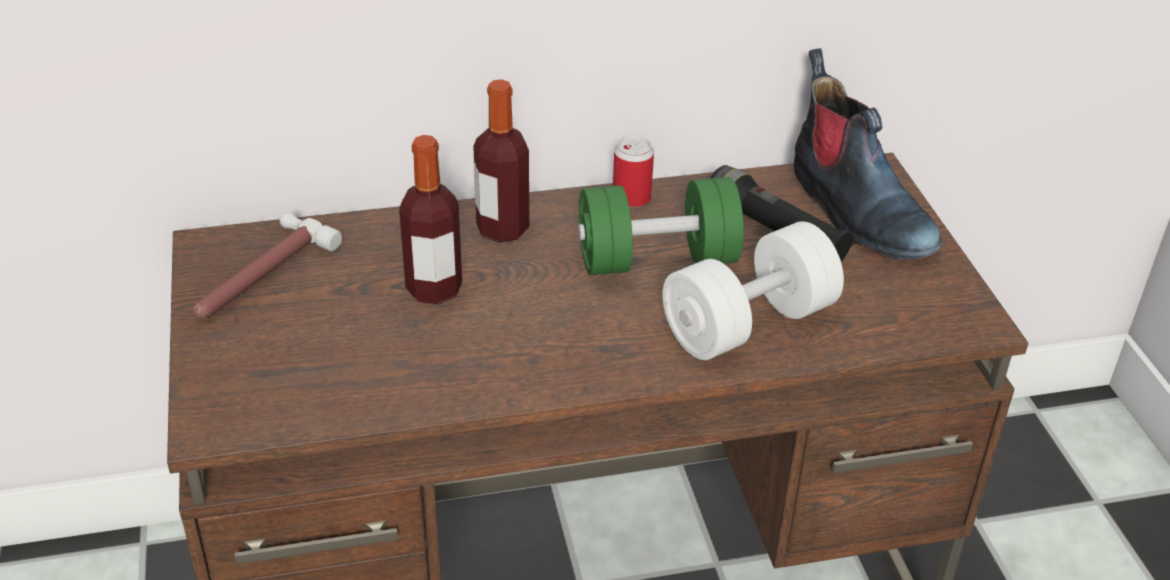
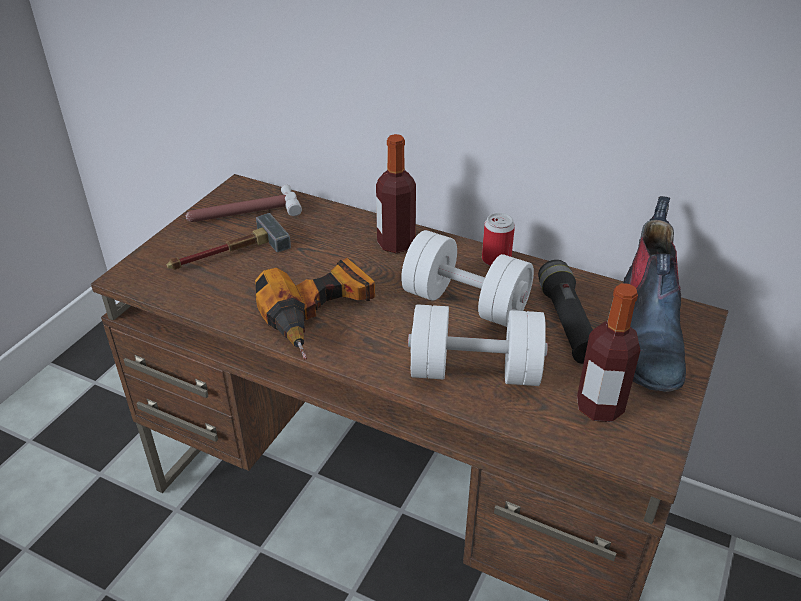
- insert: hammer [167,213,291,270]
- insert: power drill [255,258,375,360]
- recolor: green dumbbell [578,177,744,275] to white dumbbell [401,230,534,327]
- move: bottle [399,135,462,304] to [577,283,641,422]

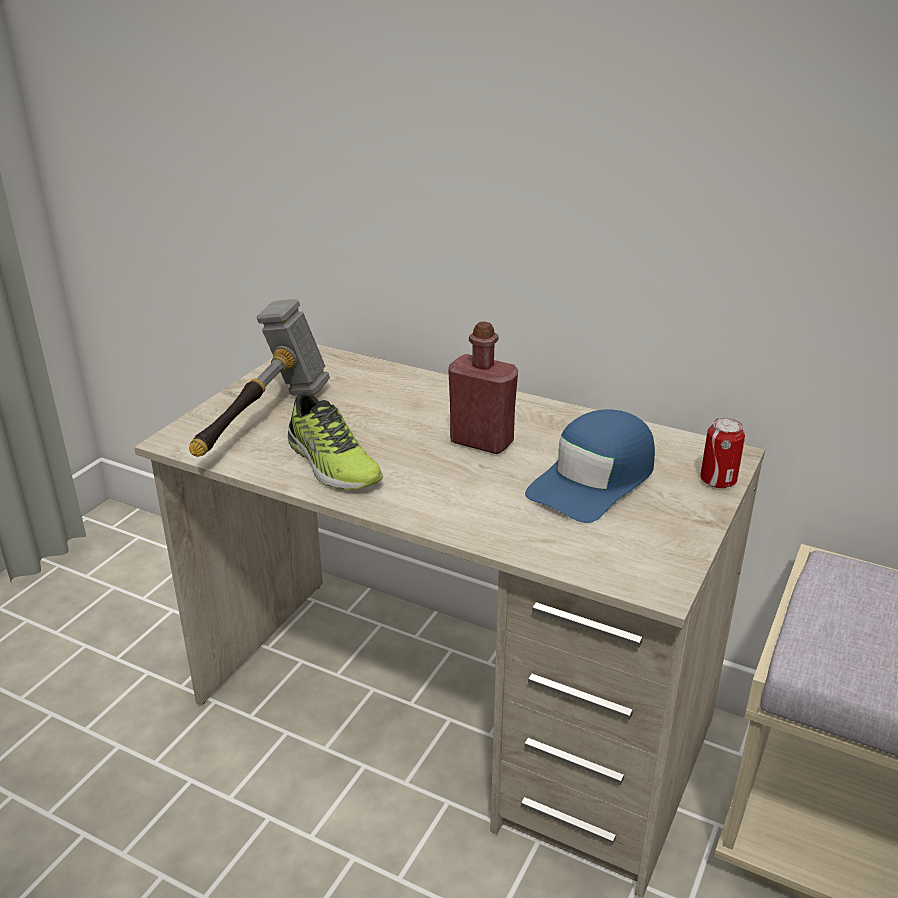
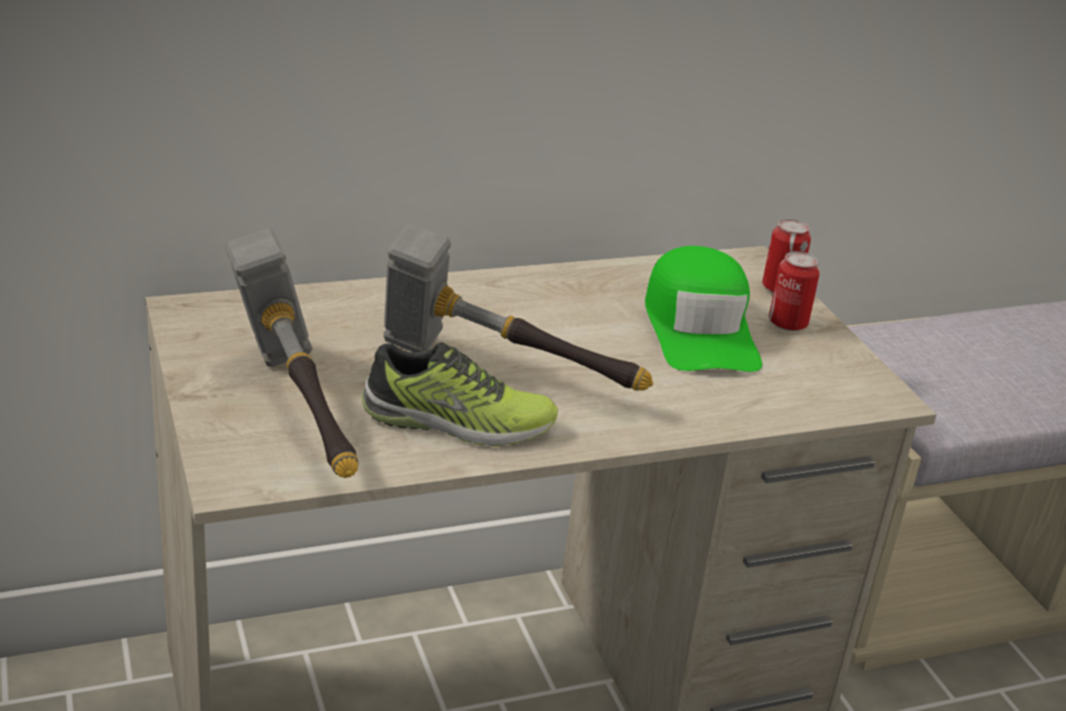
- insert: hammer [384,224,653,391]
- recolor: blue cap [525,409,655,523] to green cap [645,246,762,372]
- insert: can [769,251,820,331]
- delete: red bottle [448,322,518,454]

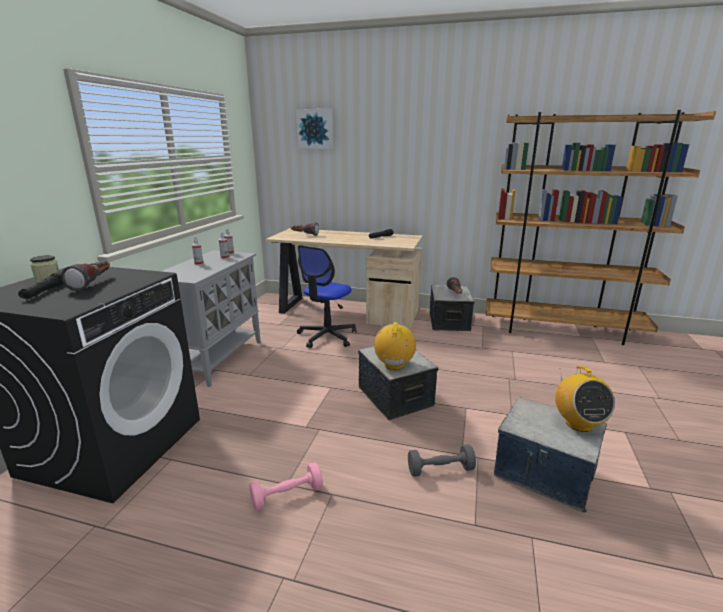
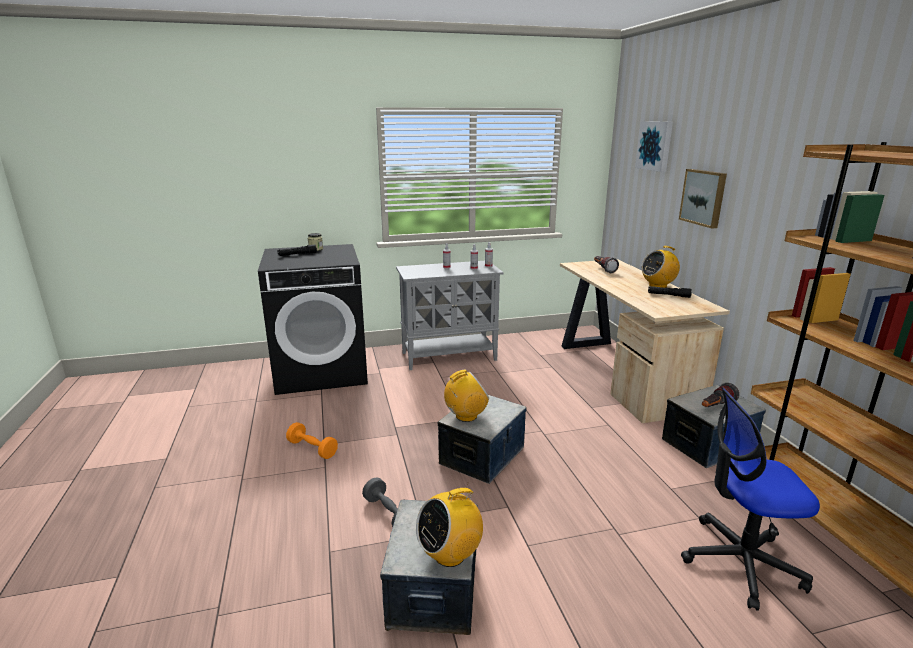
- recolor: pink dumbbell [249,462,323,511] to orange dumbbell [286,422,338,459]
- insert: radio [641,246,680,288]
- insert: picture [679,169,727,229]
- move: office chair [297,245,356,348] to [681,388,820,611]
- delete: flashlight [61,261,110,291]

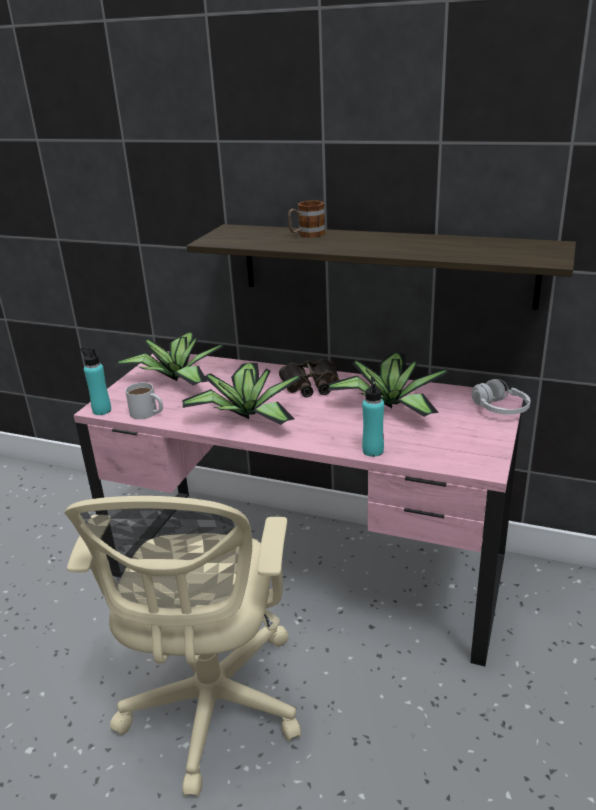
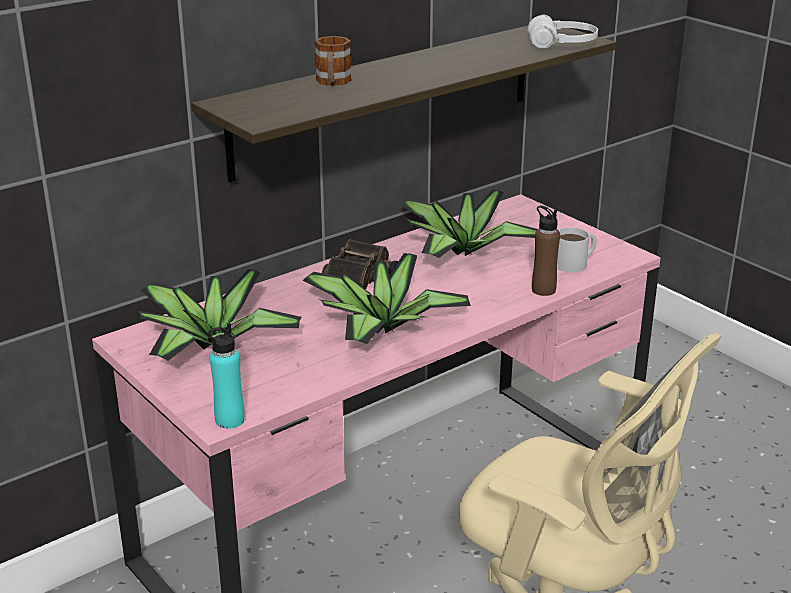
- move: white headphones [471,379,530,415] to [528,15,598,49]
- recolor: turquoise bottle [362,377,384,457] to brown bottle [532,205,560,296]
- move: white mug [125,383,163,419] to [557,227,597,272]

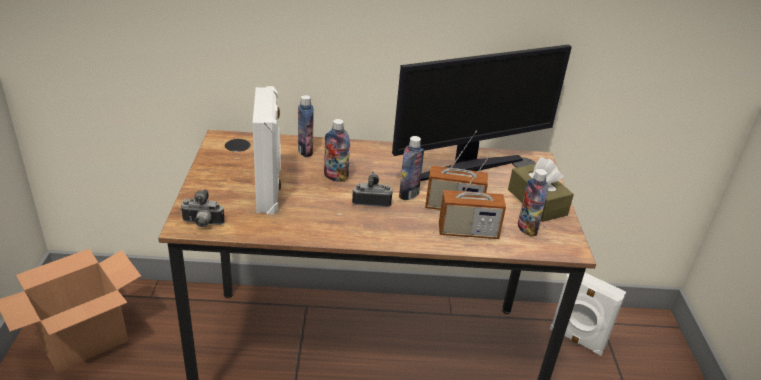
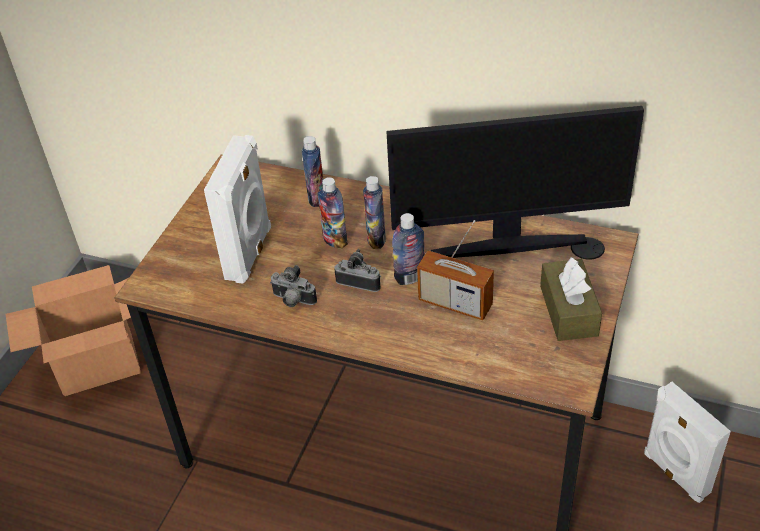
- move: photo camera [180,189,225,227] to [270,265,317,307]
- move: bottle [518,169,548,237] to [363,176,386,249]
- delete: radio [439,152,506,239]

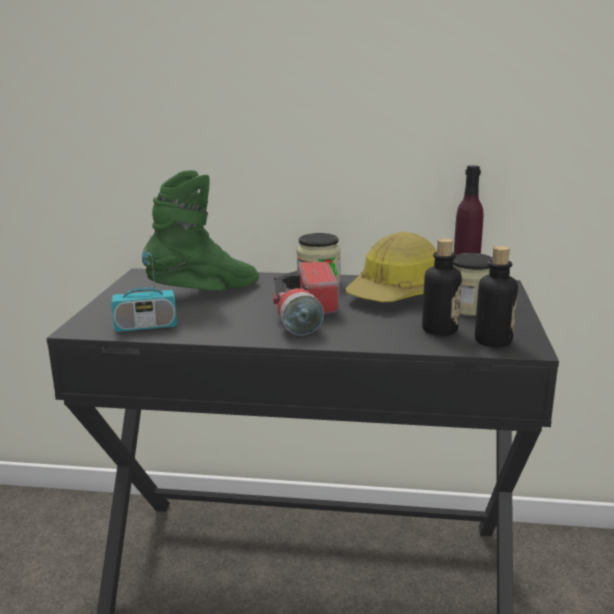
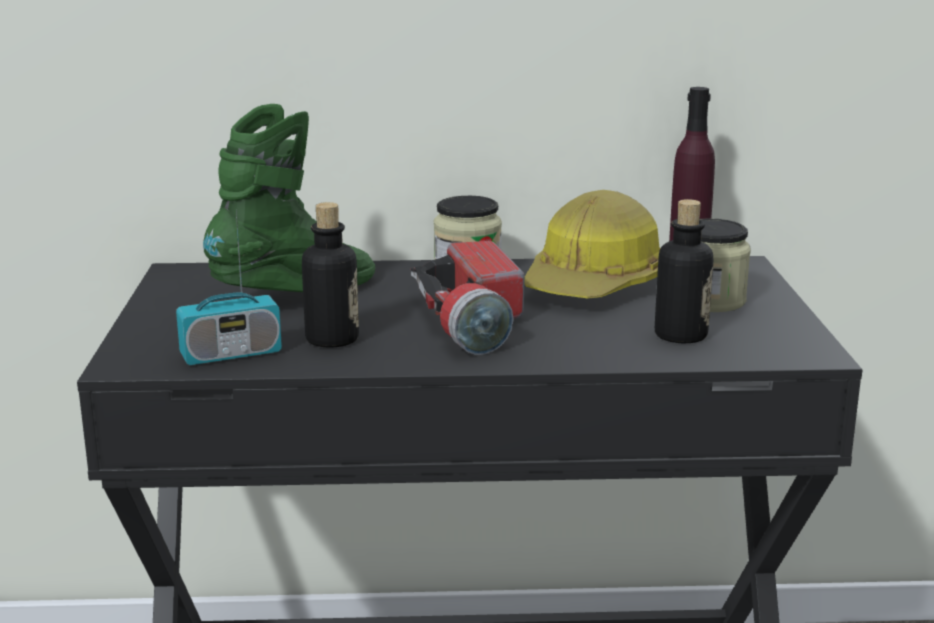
- move: bottle [475,246,518,347] to [302,202,359,348]

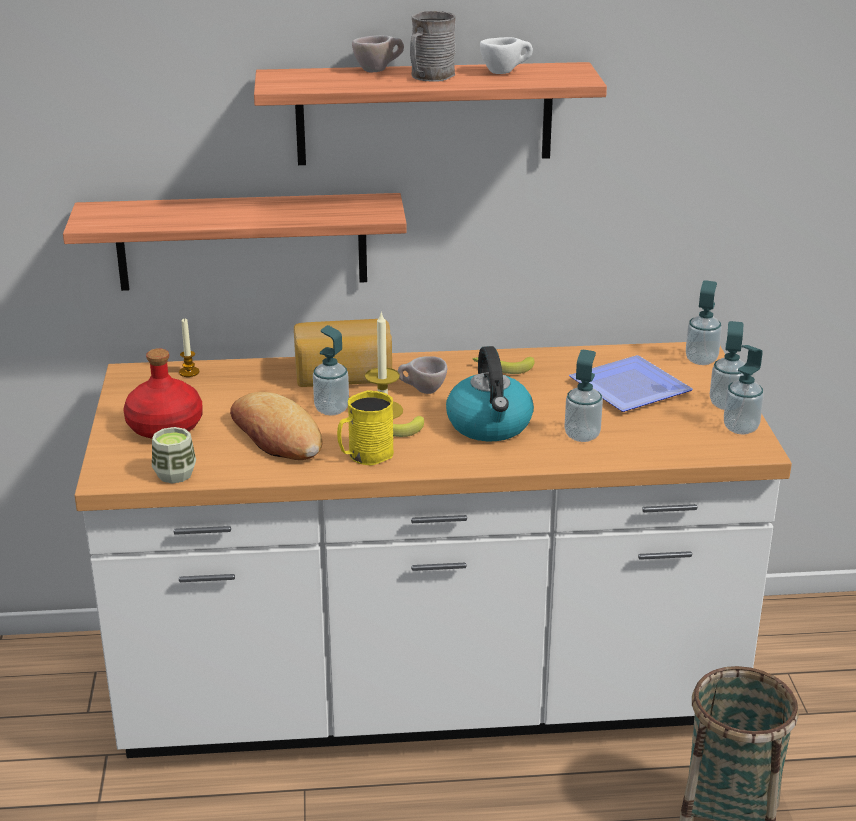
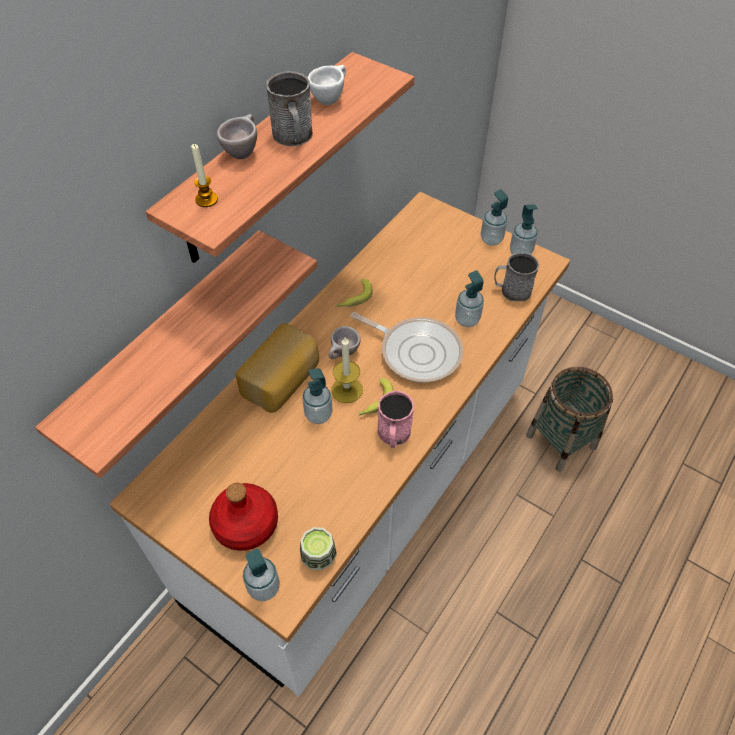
- move: candle [179,318,199,377] to [191,144,218,207]
- move: soap dispenser [686,280,722,365] to [243,548,280,601]
- replace: kettle [446,346,534,441] to frying pan [351,312,463,383]
- recolor: yellow mug [337,390,394,465] to pink mug [378,391,414,448]
- insert: grey mug [494,253,539,301]
- delete: bread [230,392,323,460]
- delete: plate [569,355,693,412]

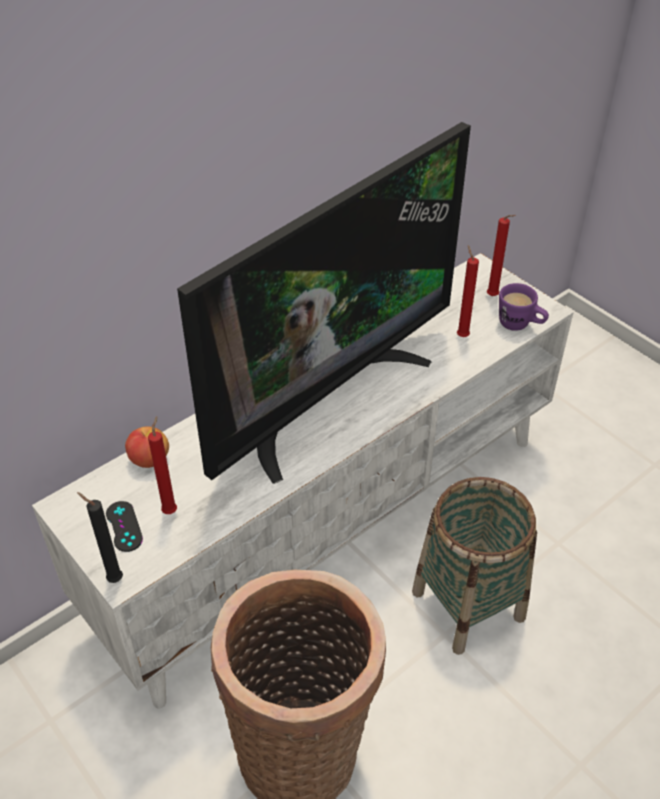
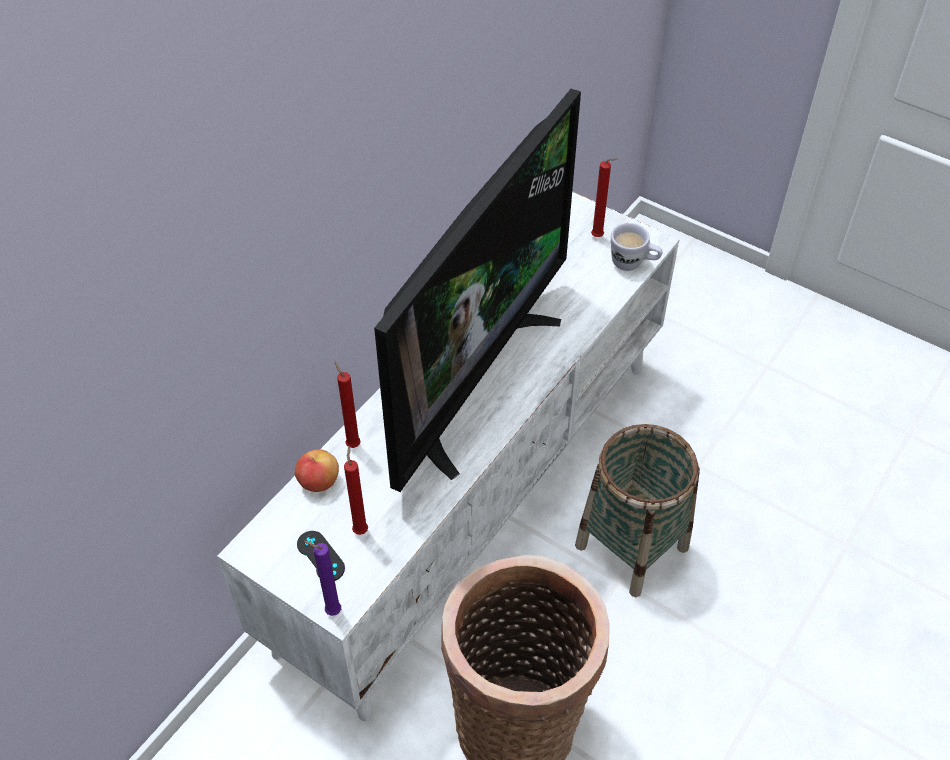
- recolor: black candle [77,492,123,583] to purple candle [304,541,341,616]
- move: red candle [457,245,479,337] to [334,361,361,448]
- recolor: purple mug [499,283,549,331] to white mug [611,223,663,271]

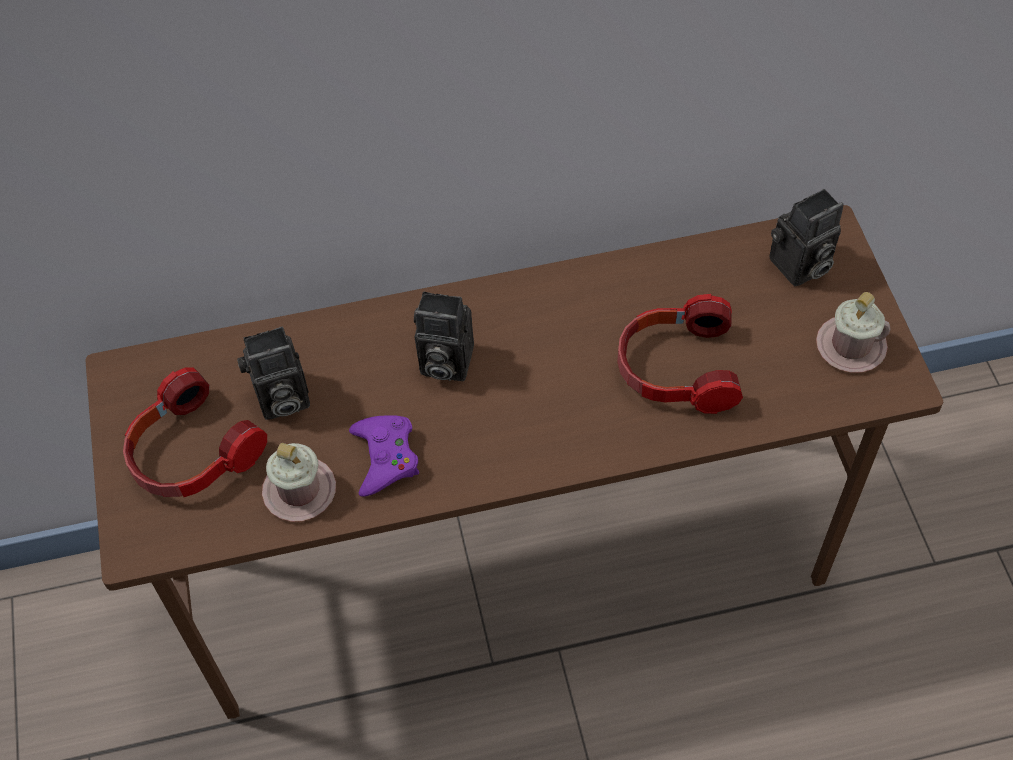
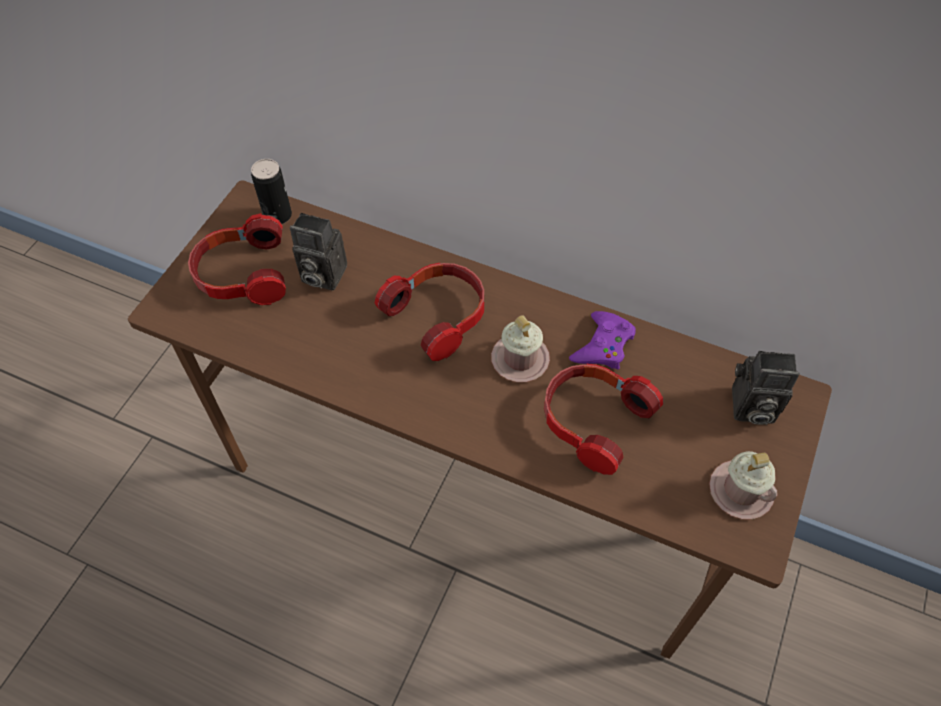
- insert: can [251,159,292,224]
- replace: photo camera [414,292,474,381] to headphones [374,263,484,361]
- move: pink mug [262,443,336,522] to [491,315,550,382]
- move: purple game controller [349,415,419,497] to [569,311,636,370]

